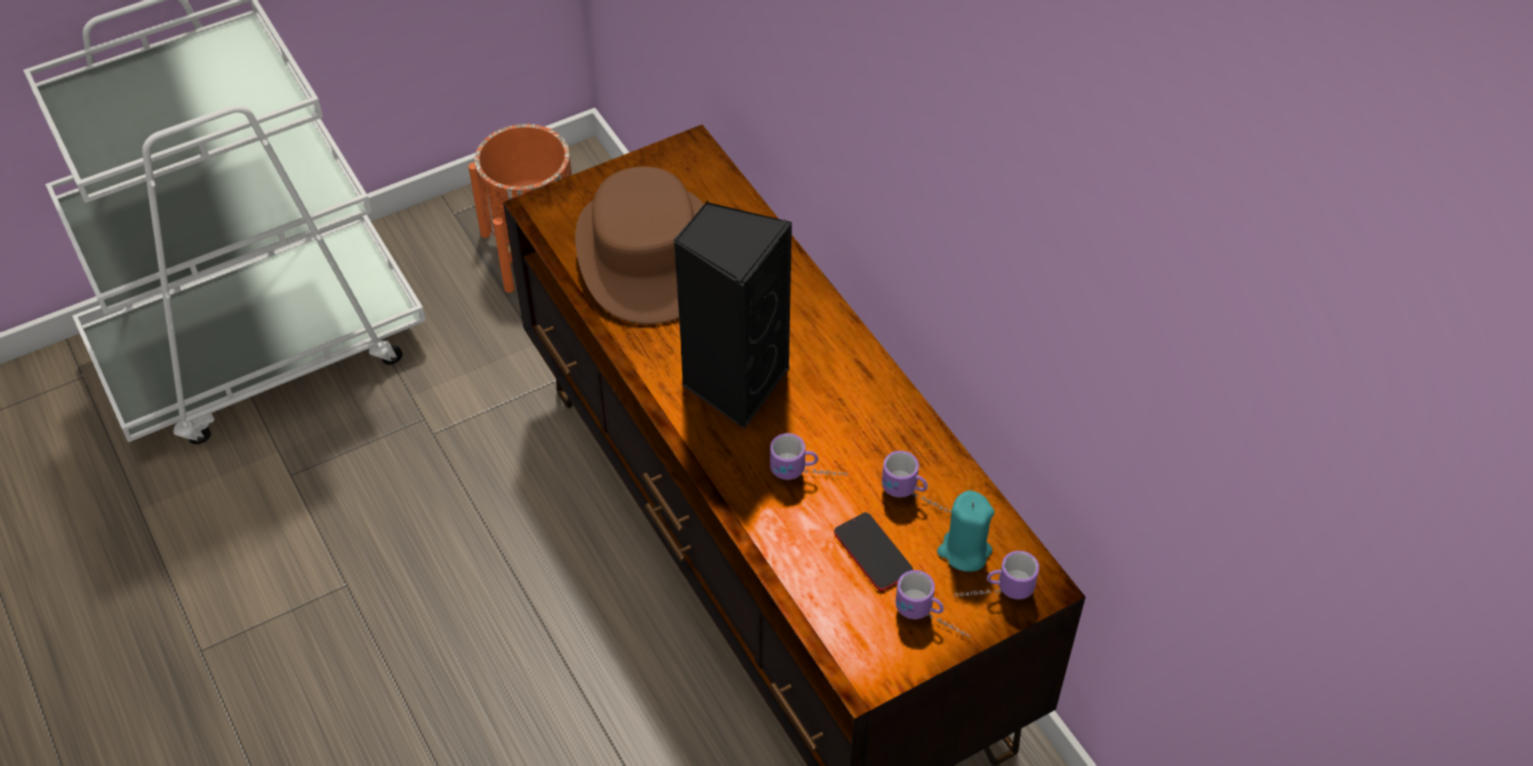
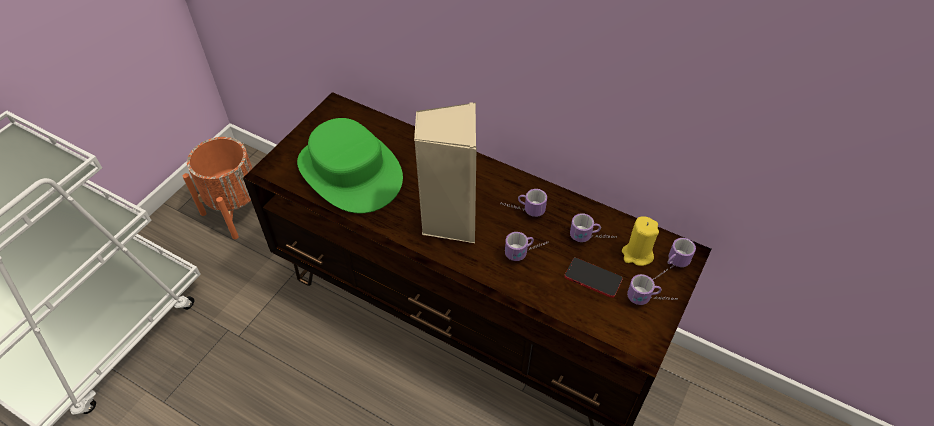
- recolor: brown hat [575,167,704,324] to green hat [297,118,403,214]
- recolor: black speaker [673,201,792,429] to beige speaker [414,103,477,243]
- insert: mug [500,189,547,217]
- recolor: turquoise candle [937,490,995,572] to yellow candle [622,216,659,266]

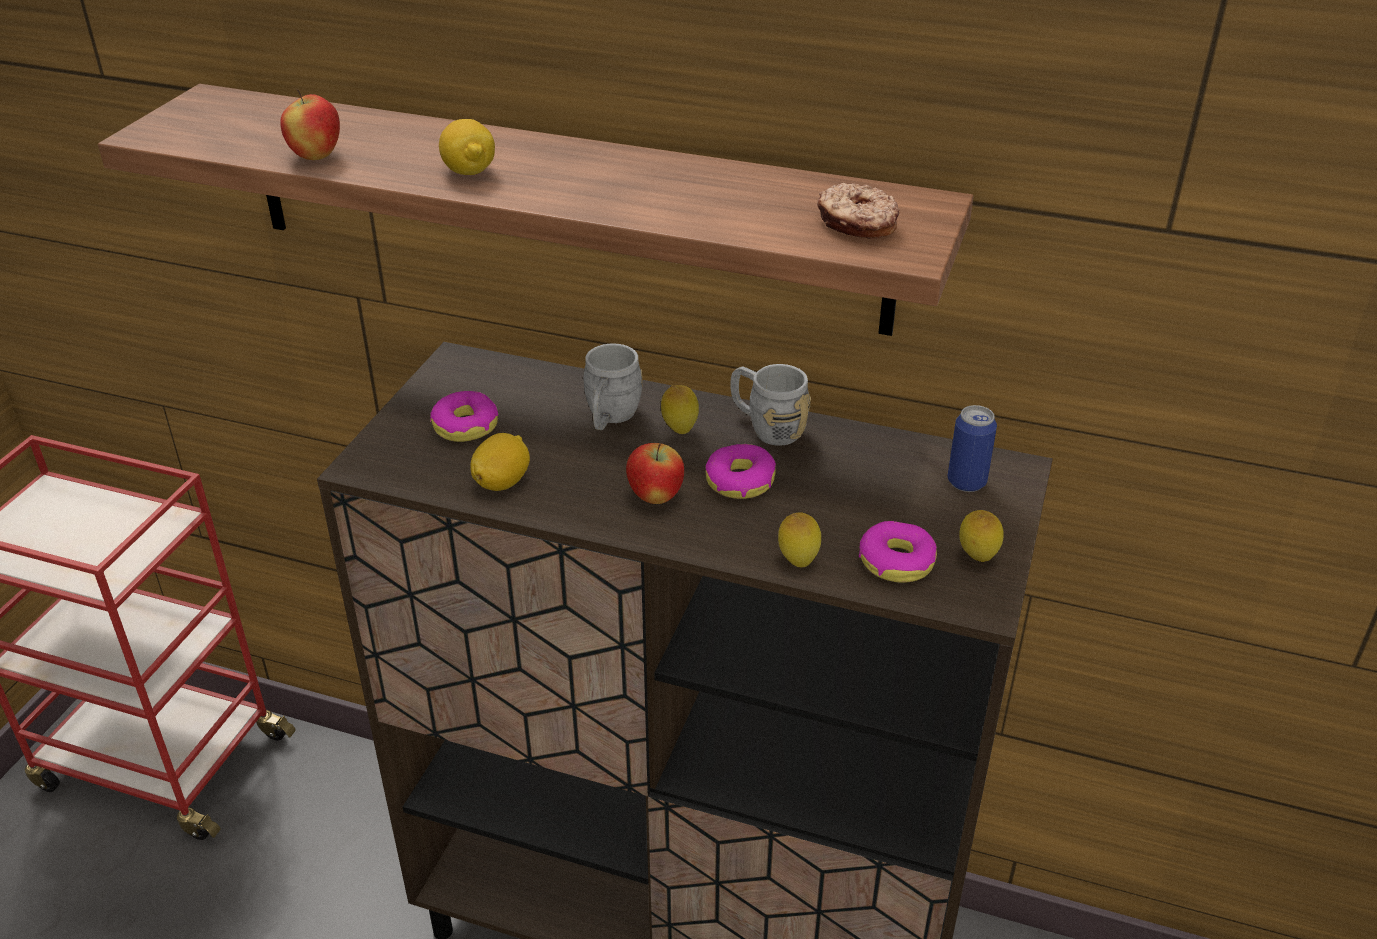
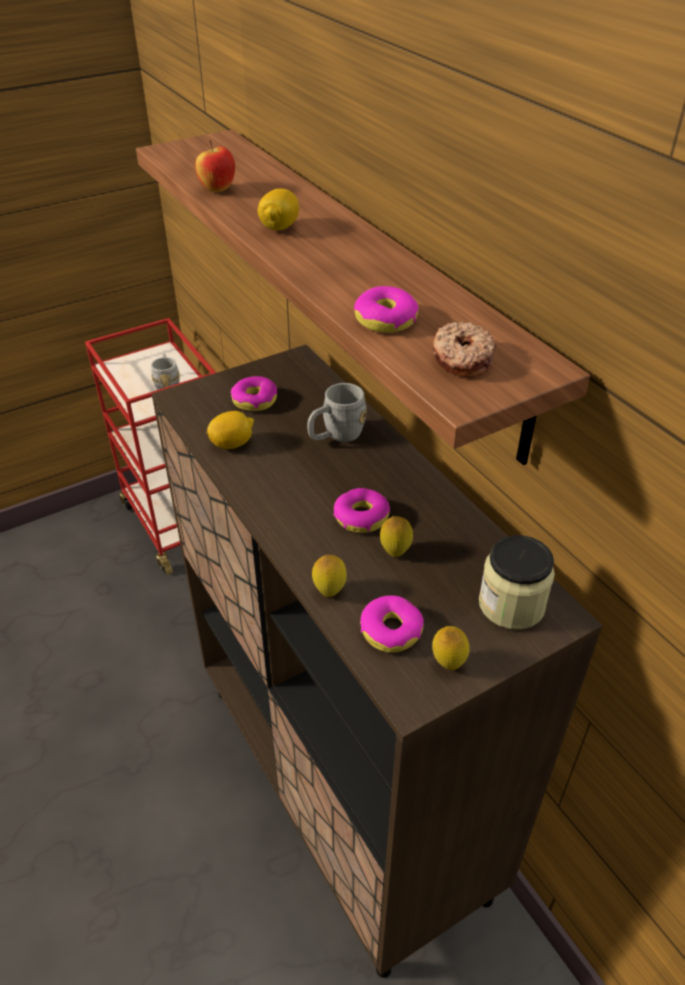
- move: grey mug [730,364,811,446] to [151,354,180,390]
- insert: donut [354,286,419,333]
- move: lemon [661,385,699,434] to [380,516,413,557]
- replace: can [948,405,997,492] to jar [479,535,555,630]
- delete: apple [626,443,684,504]

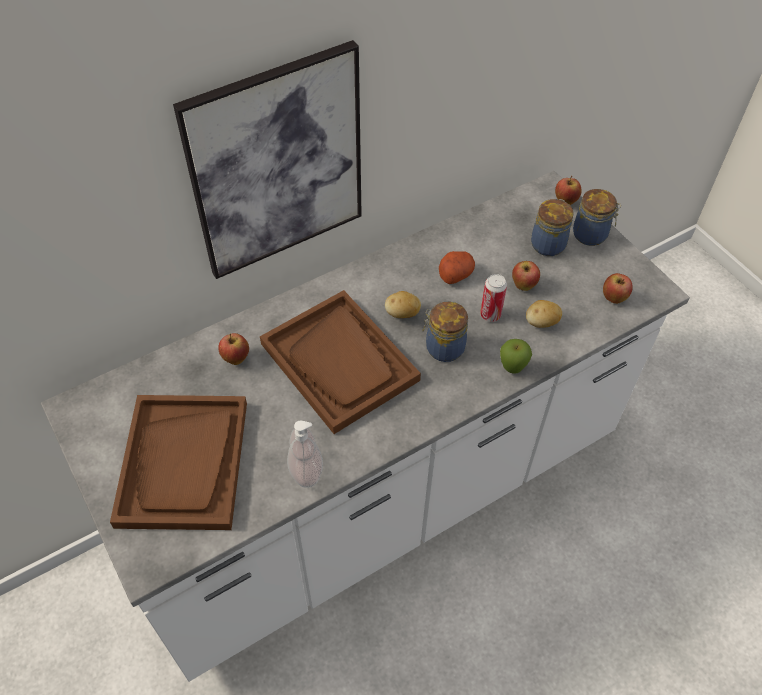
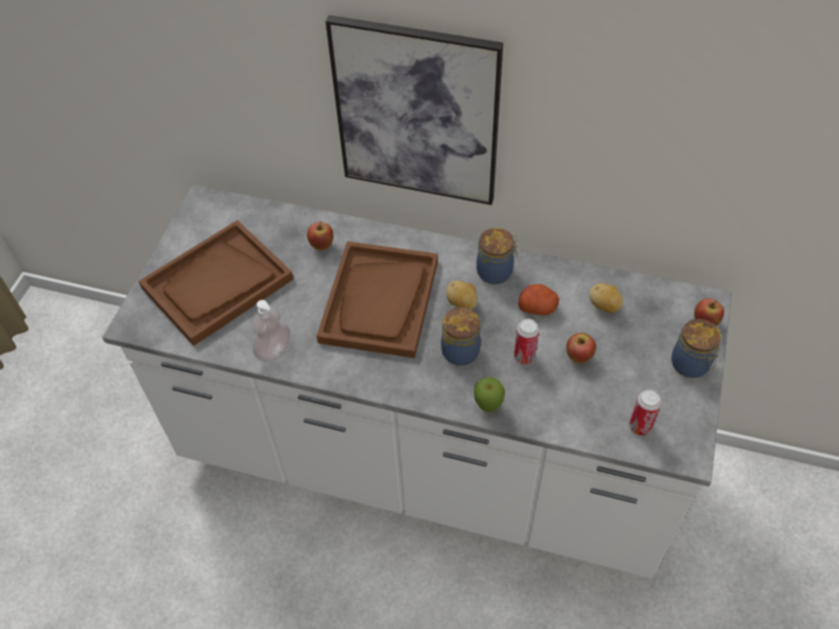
- move: jar [531,199,574,256] to [476,228,518,284]
- move: potato [526,300,562,328] to [589,283,623,313]
- replace: apple [603,273,633,304] to can [629,389,661,435]

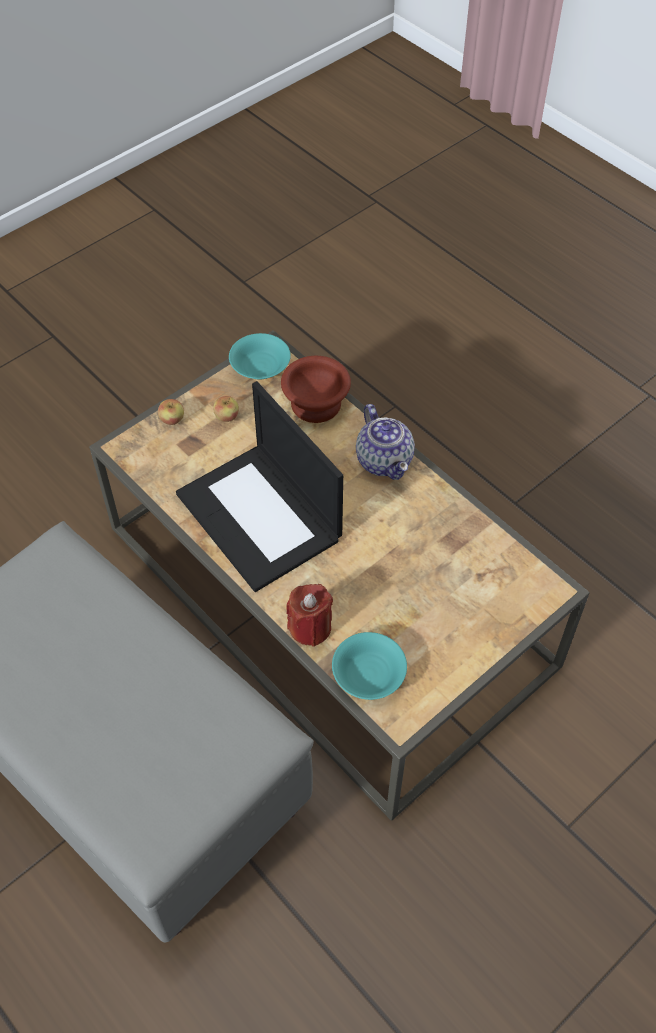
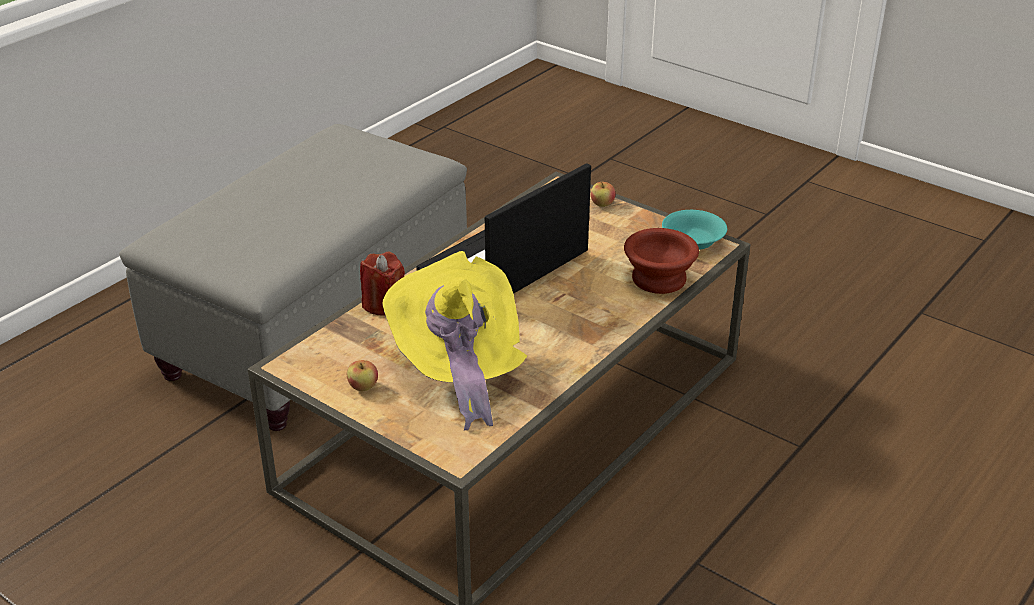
- move: apple [213,396,239,422] to [347,360,378,391]
- insert: yellow hat [383,251,527,430]
- delete: turquoise bowl [332,632,407,700]
- delete: teapot [356,404,415,480]

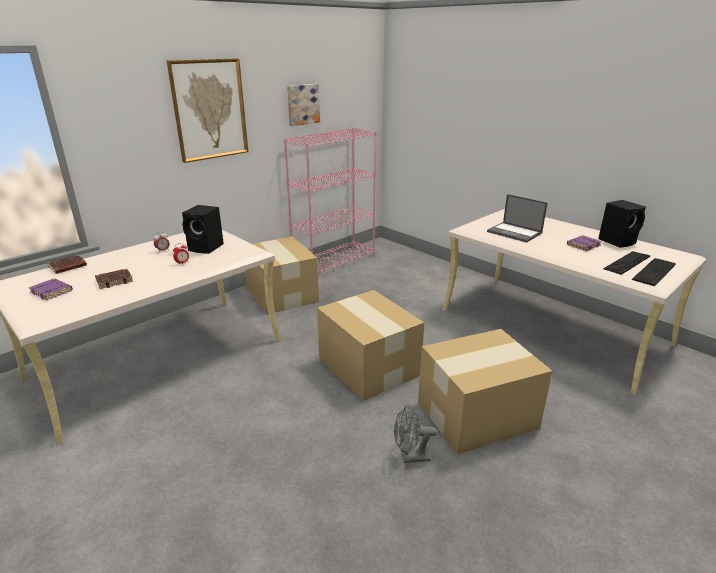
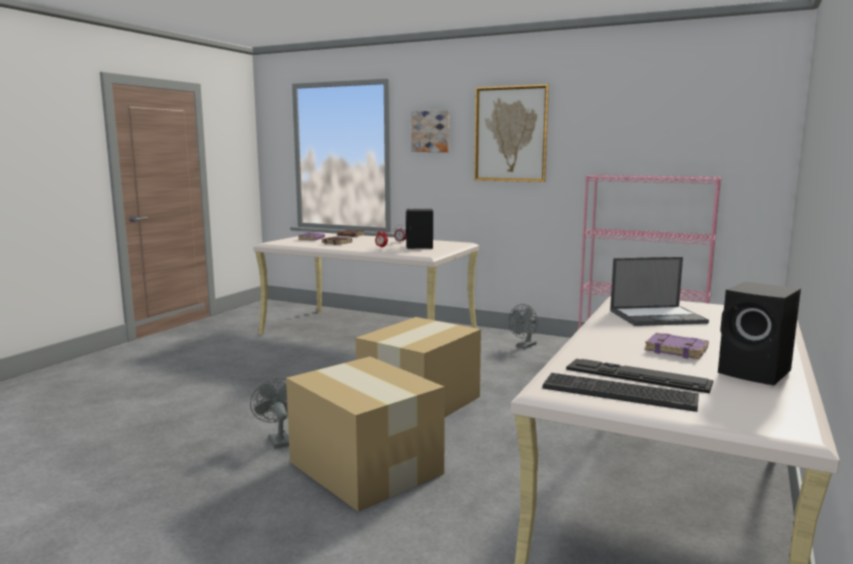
- move: picture [287,84,320,126] to [411,110,449,152]
- replace: cardboard box [245,236,319,314] to grey fan [508,304,538,349]
- rotate: laptop [487,194,547,243] = [610,257,709,326] 120 degrees counterclockwise

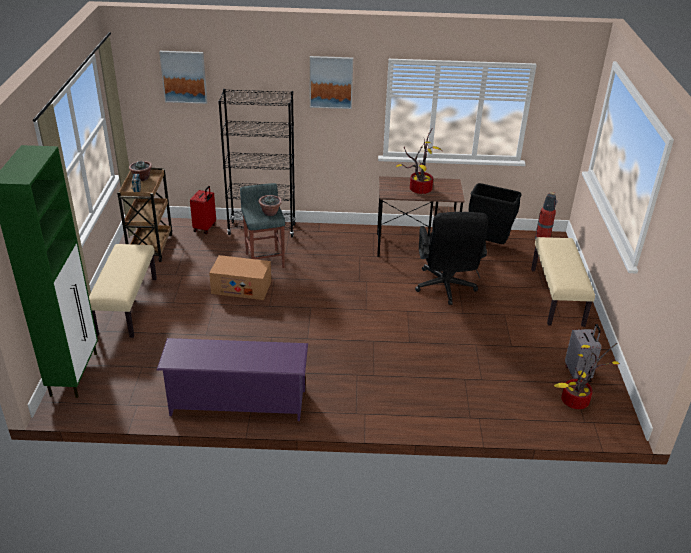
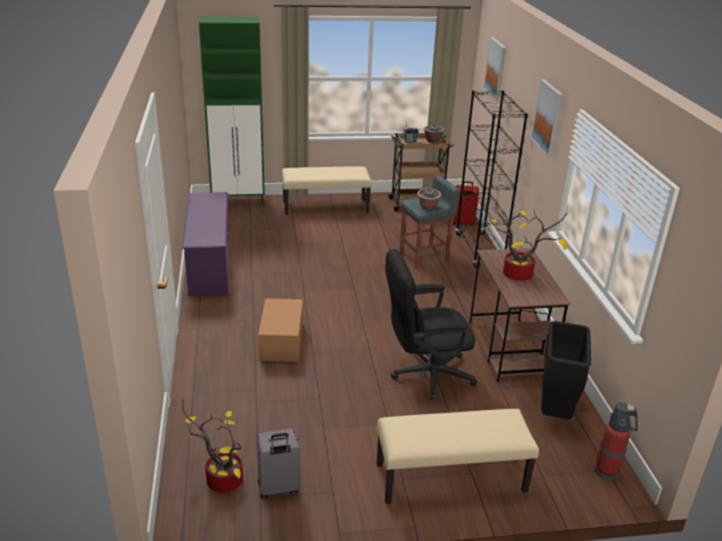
- move: cardboard box [209,255,271,300] to [258,298,303,362]

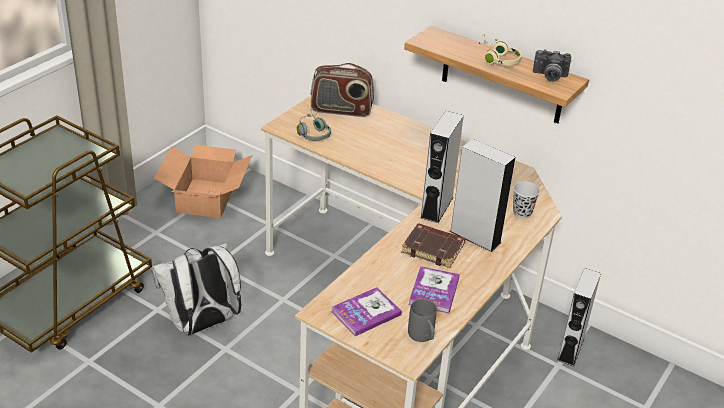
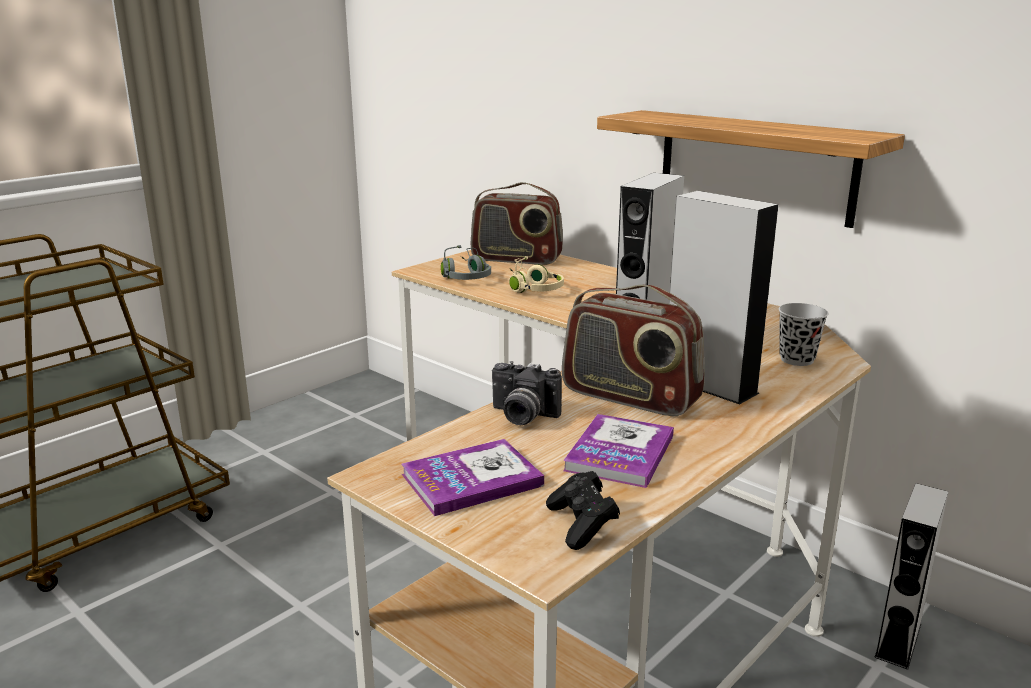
- move: photo camera [533,49,571,82] to [492,361,562,425]
- move: beige headphones [479,34,522,65] to [509,256,564,293]
- replace: grey mug [408,299,437,342] to black game controller [546,471,620,550]
- replace: brown book [401,223,465,268] to radio [562,285,705,416]
- delete: white backpack [151,243,242,336]
- delete: cardboard box [154,145,252,218]

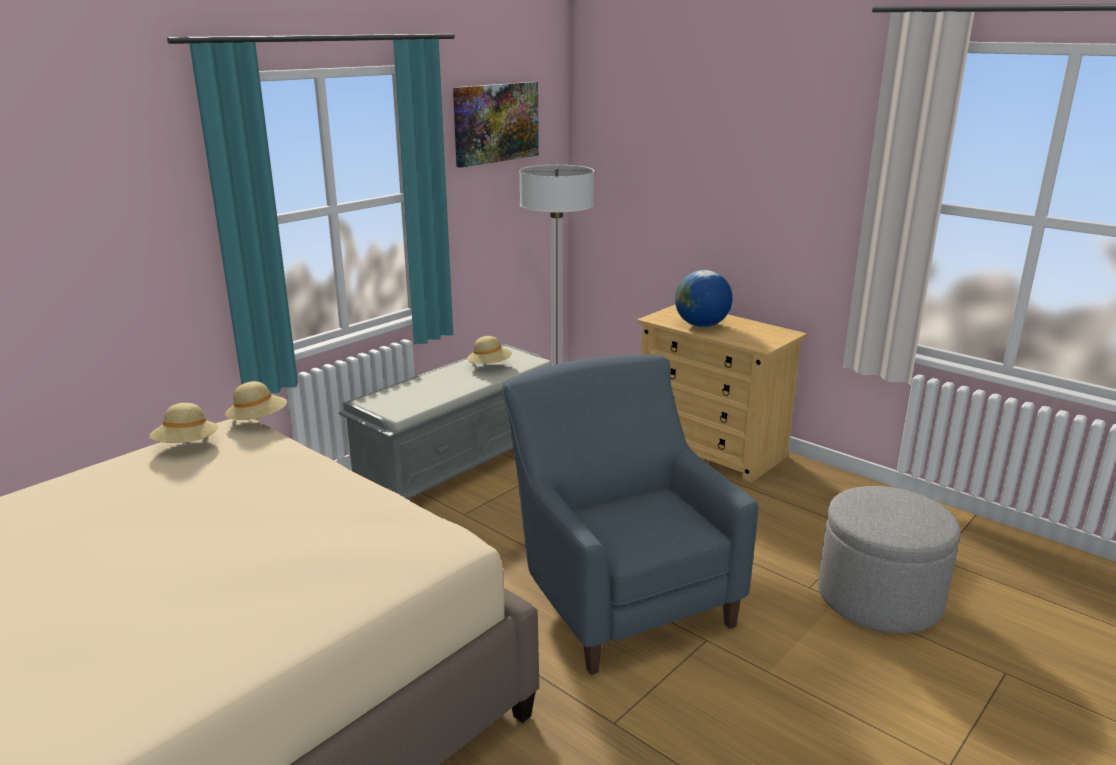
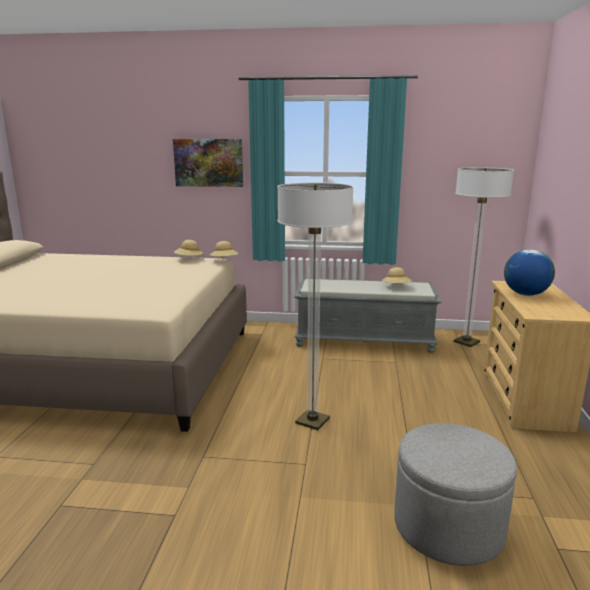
- move: picture [453,82,539,168] to [173,139,243,187]
- replace: blue armchair [502,354,758,675] to floor lamp [277,182,354,430]

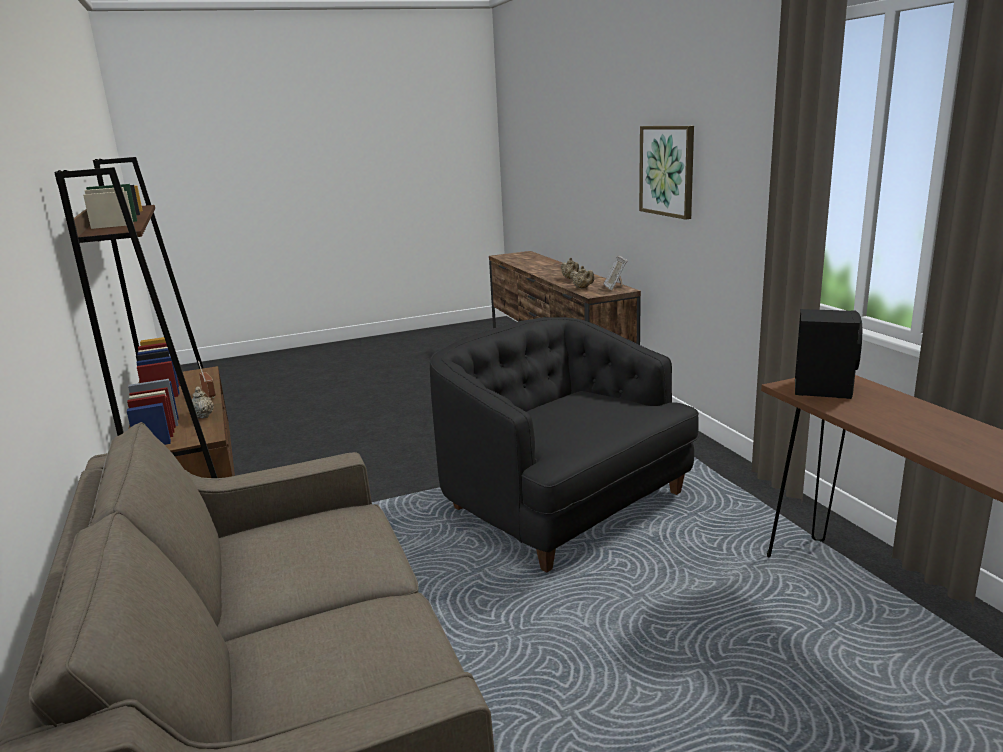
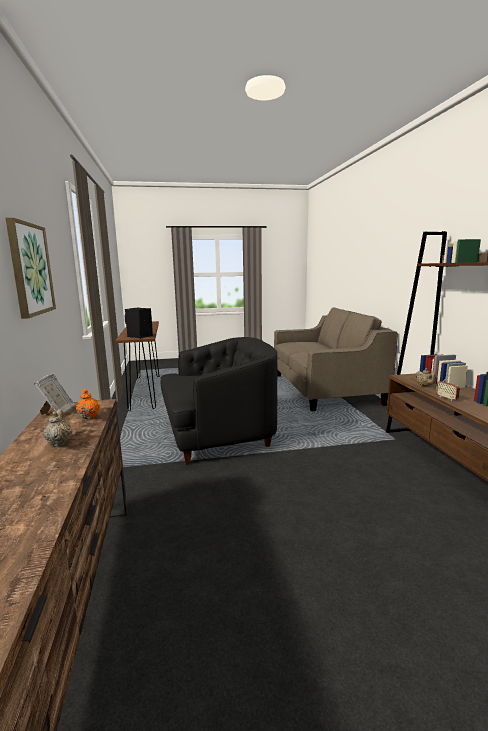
- recolor: beige teapot [570,266,594,288] to orange teapot [76,389,100,419]
- rotate: black armchair [430,317,699,573] = [161,337,277,465] 75 degrees counterclockwise

